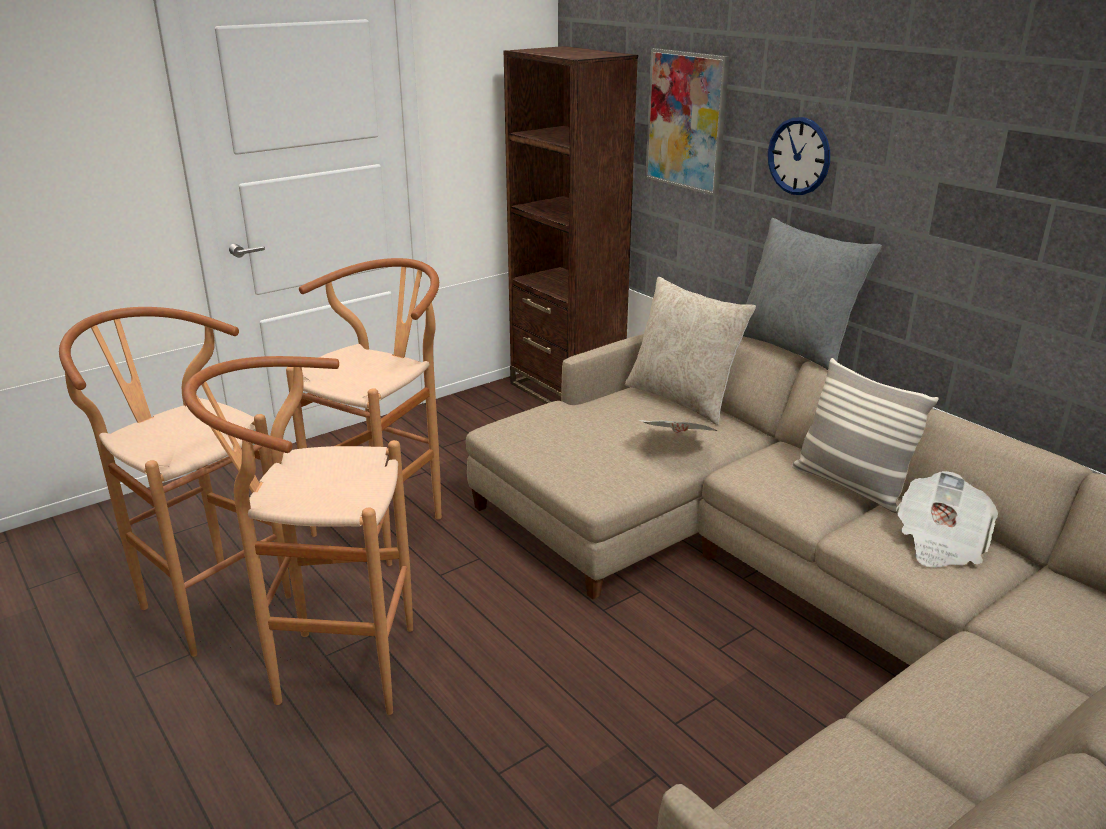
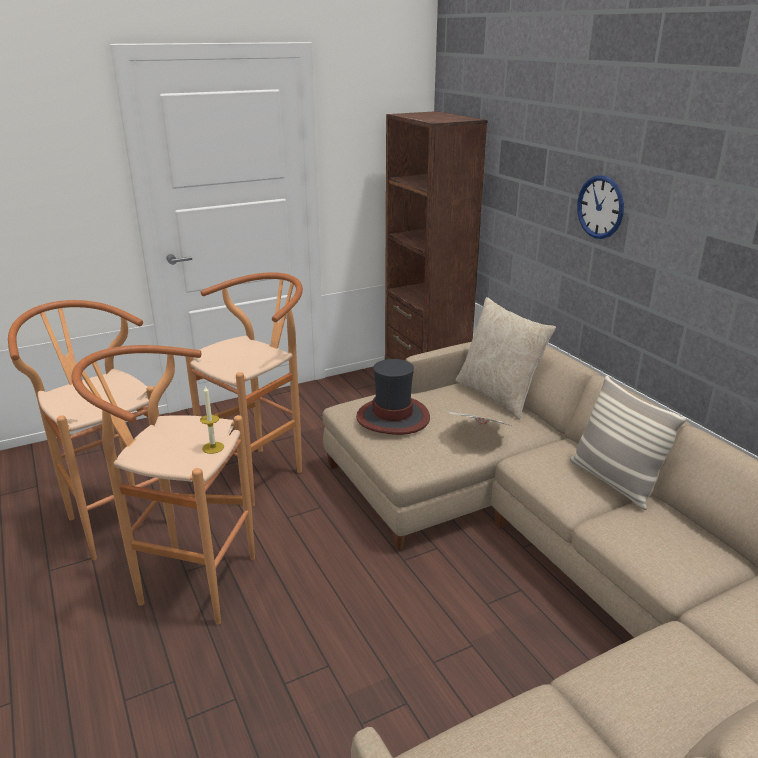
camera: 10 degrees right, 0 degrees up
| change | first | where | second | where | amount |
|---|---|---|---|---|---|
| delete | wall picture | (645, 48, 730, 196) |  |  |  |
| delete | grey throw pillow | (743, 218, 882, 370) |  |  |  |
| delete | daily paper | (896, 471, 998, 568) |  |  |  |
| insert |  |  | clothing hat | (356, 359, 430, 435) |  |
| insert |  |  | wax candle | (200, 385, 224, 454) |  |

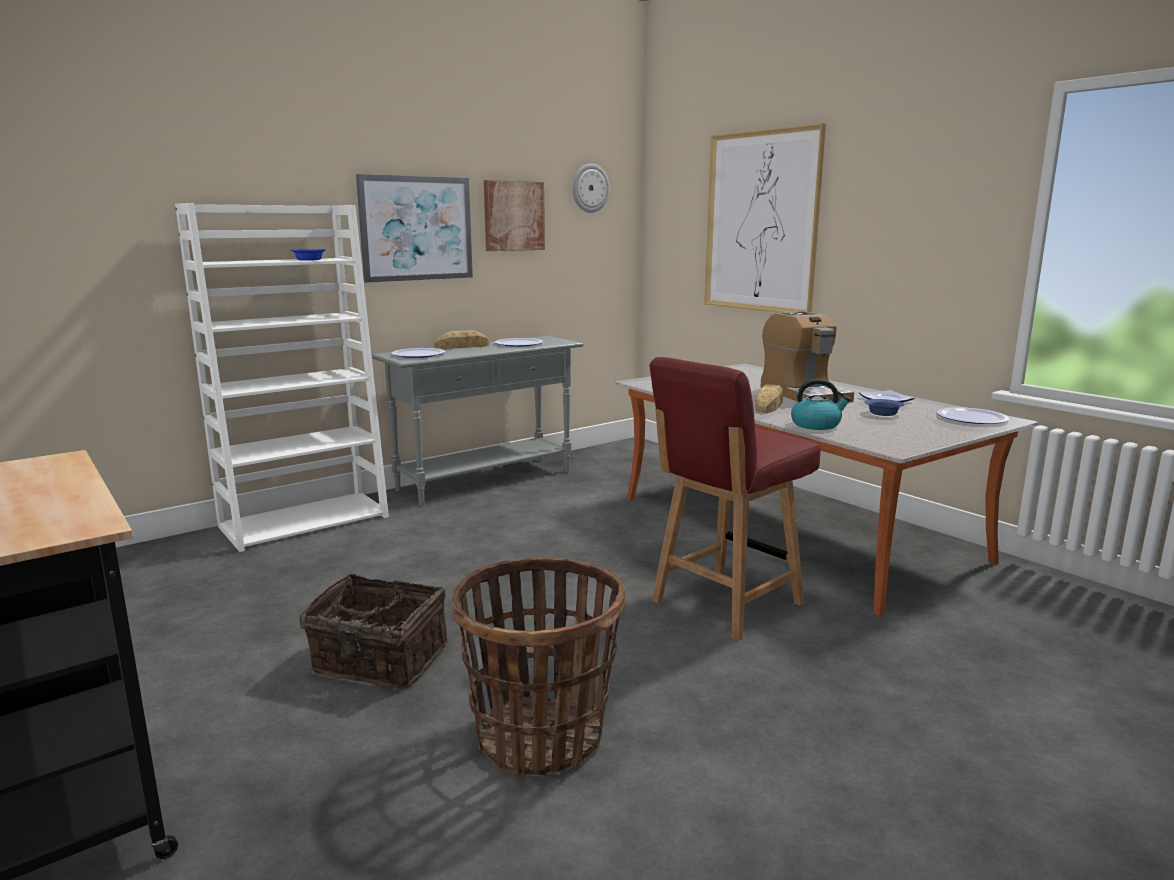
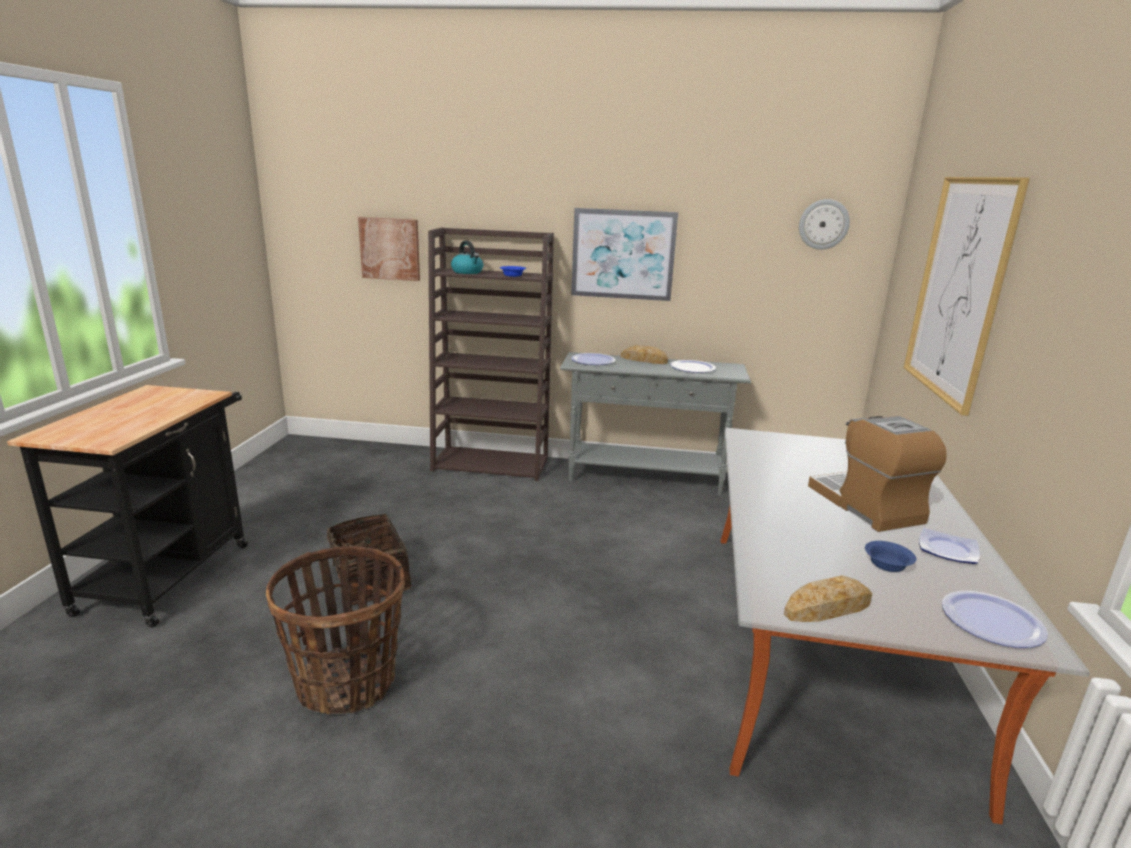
camera: 45 degrees right, 5 degrees up
| change | first | where | second | where | amount |
|---|---|---|---|---|---|
| move | wall picture | (484, 180, 545, 251) |  | (358, 217, 420, 281) |  |
| recolor | white shelving unit | (175, 203, 389, 552) | brown shelving unit | (428, 228, 554, 481) |  |
| rotate | coffee brewer | (760, 311, 854, 403) |  | (808, 416, 947, 532) | 135 degrees clockwise |
| delete | reddish upright chair | (649, 357, 821, 641) |  |  |  |
| move | water kettle | (791, 379, 851, 430) |  | (451, 241, 483, 274) |  |
| move | baked bread | (755, 384, 783, 413) |  | (784, 575, 872, 622) |  |

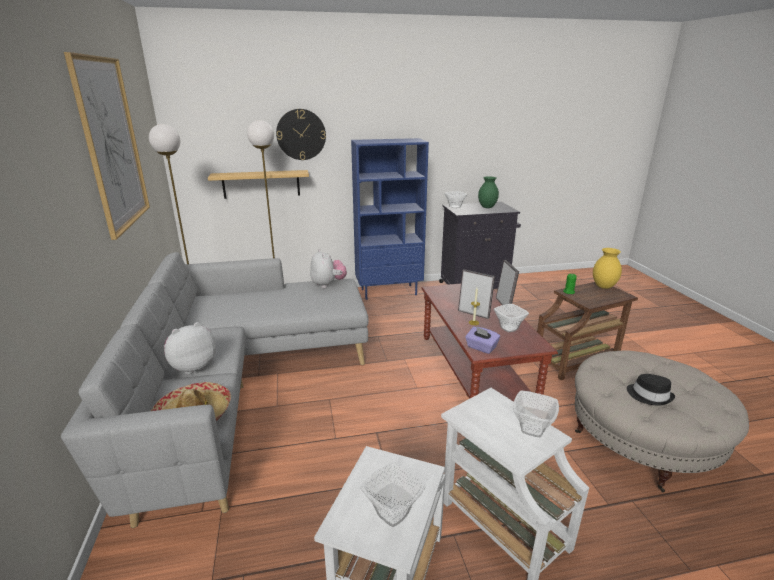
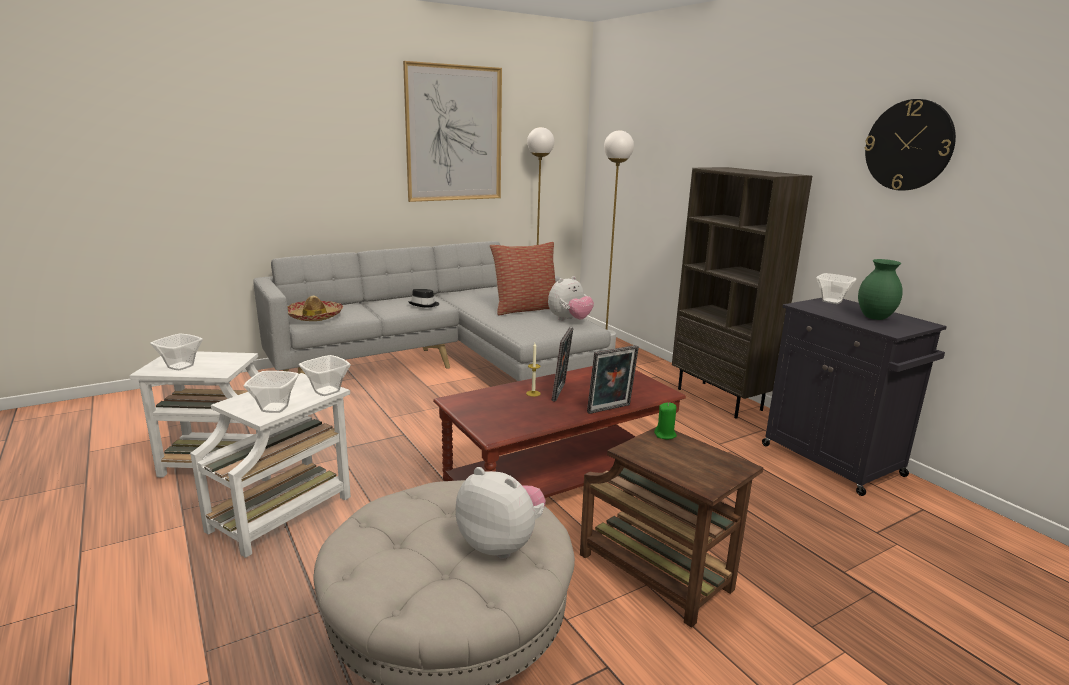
camera: 70 degrees right, 5 degrees down
| change | first | where | second | where | amount |
|---|---|---|---|---|---|
| move | hanging clock | (276, 109, 326, 160) |  | (864, 99, 956, 191) |  |
| recolor | blue shelving unit | (351, 138, 429, 300) | brown shelving unit | (672, 167, 812, 419) |  |
| delete | shelf | (208, 170, 309, 199) |  |  |  |
| delete | yellowish flower vase | (593, 248, 622, 289) |  |  |  |
| move | deep dish | (494, 304, 529, 332) |  | (299, 355, 351, 396) |  |
| move | cuddly toy | (164, 322, 216, 374) |  | (456, 467, 546, 559) |  |
| delete | purplish tissue holder | (465, 327, 500, 354) |  |  |  |
| move | black-coloured clothing hat | (627, 374, 675, 406) |  | (408, 289, 439, 308) |  |
| insert |  |  | throw pillow | (490, 242, 556, 316) |  |

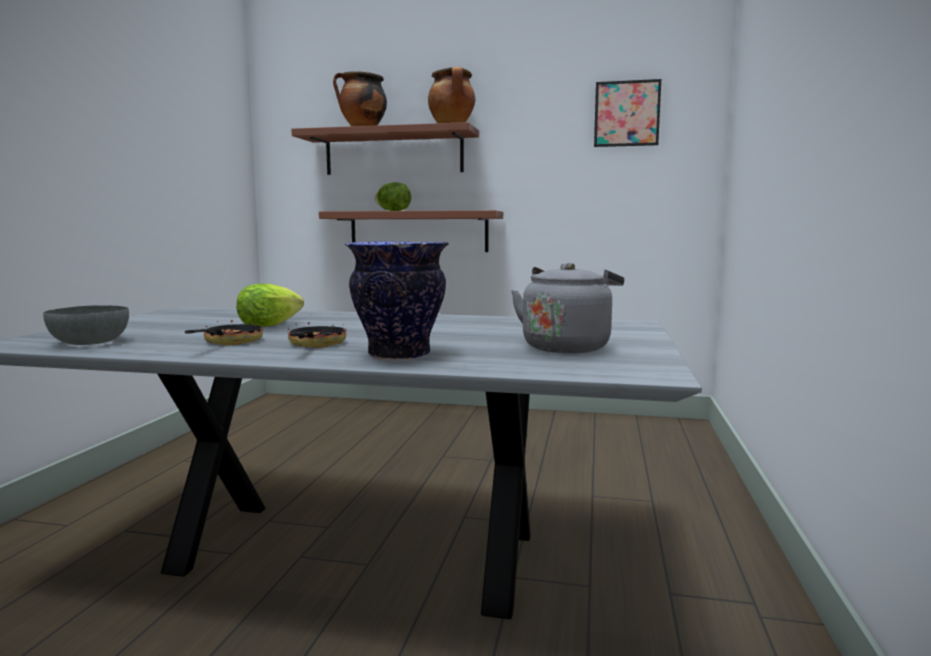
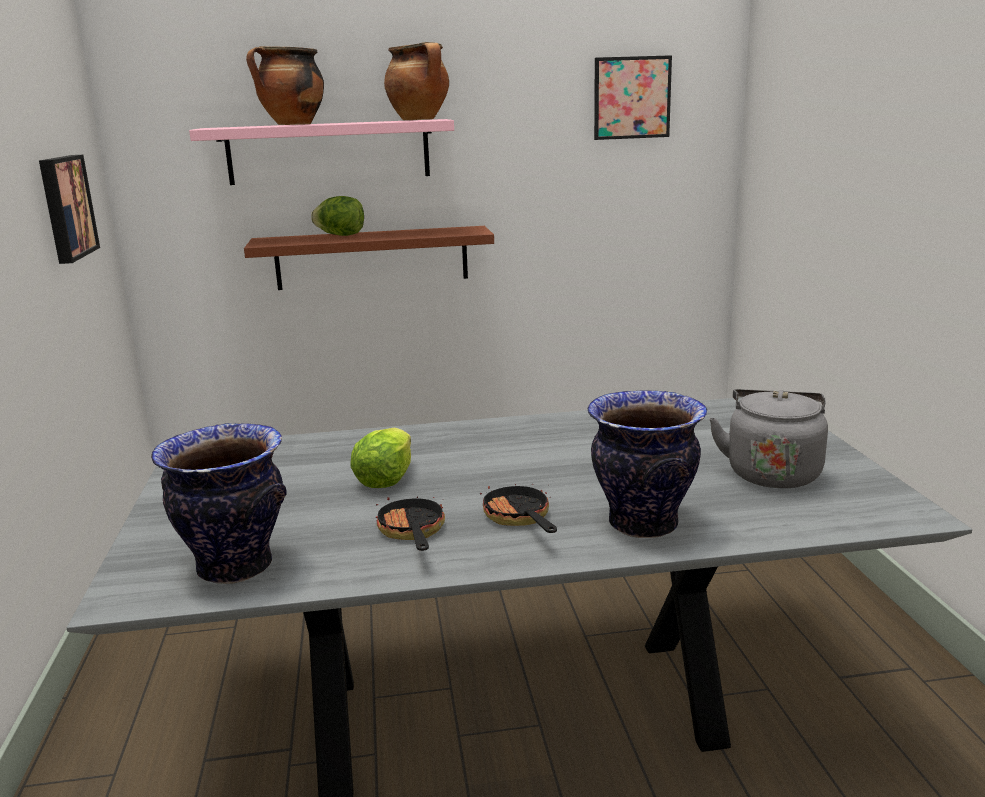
camera: 20 degrees left, 10 degrees up
| change | first | where | second | where | amount |
|---|---|---|---|---|---|
| recolor | brown shelf | (291, 122, 479, 175) | pink shelf | (189, 119, 454, 185) |  |
| replace | grey deep dish | (43, 306, 129, 345) | flower vase | (151, 423, 287, 584) |  |
| insert |  |  | wall picture | (39, 155, 100, 264) |  |

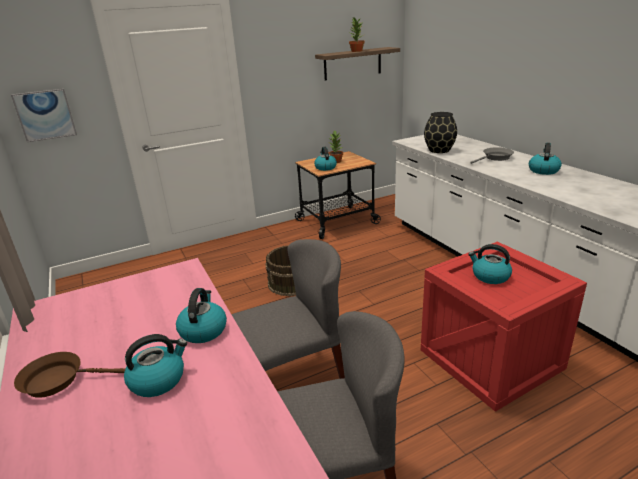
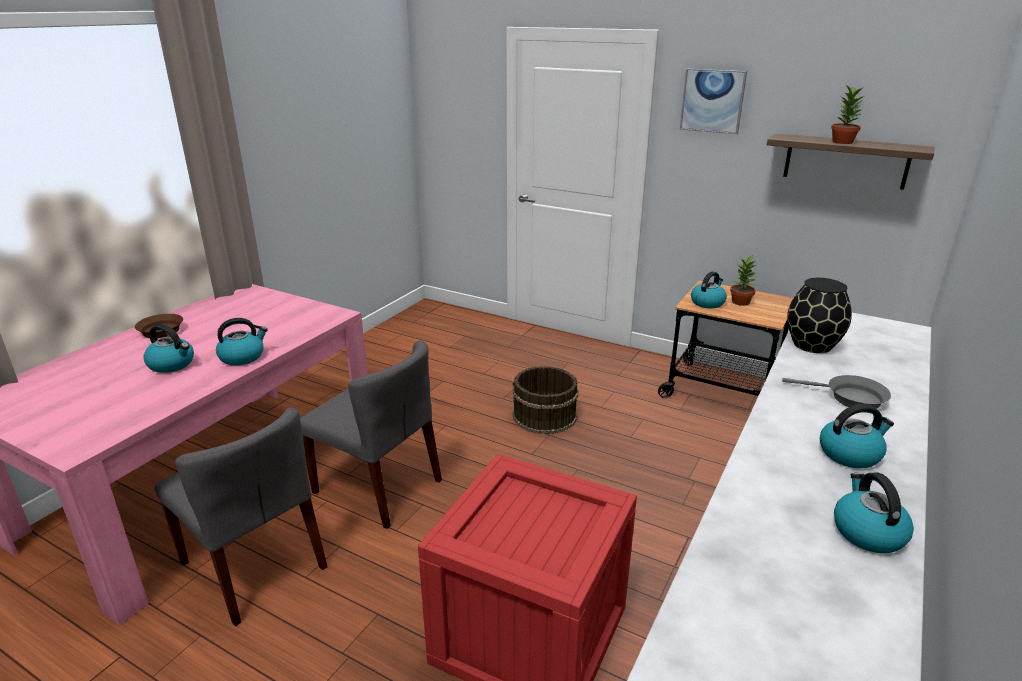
camera: 55 degrees right, 0 degrees up
| change | first | where | second | where | amount |
|---|---|---|---|---|---|
| move | wall picture | (11, 89, 77, 142) |  | (680, 69, 747, 134) |  |
| move | water kettle | (468, 244, 512, 284) |  | (834, 473, 914, 553) |  |

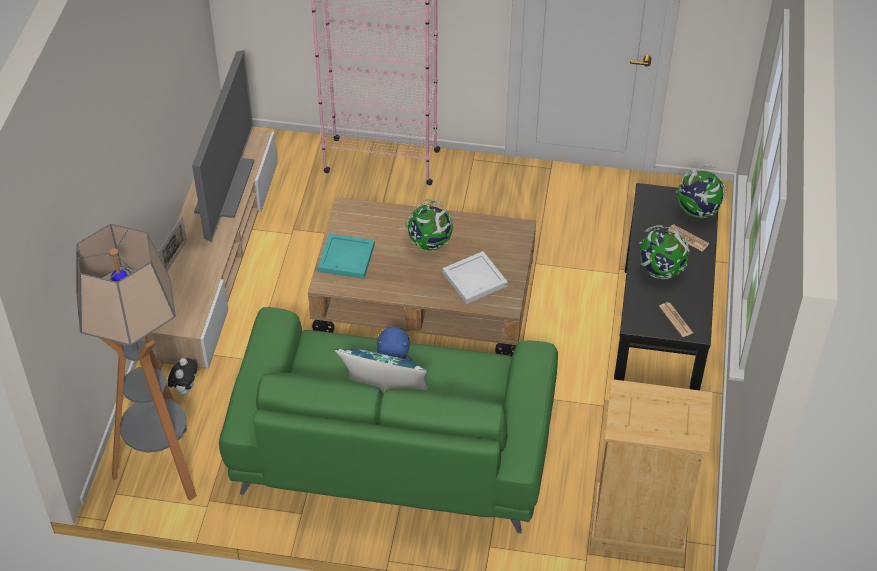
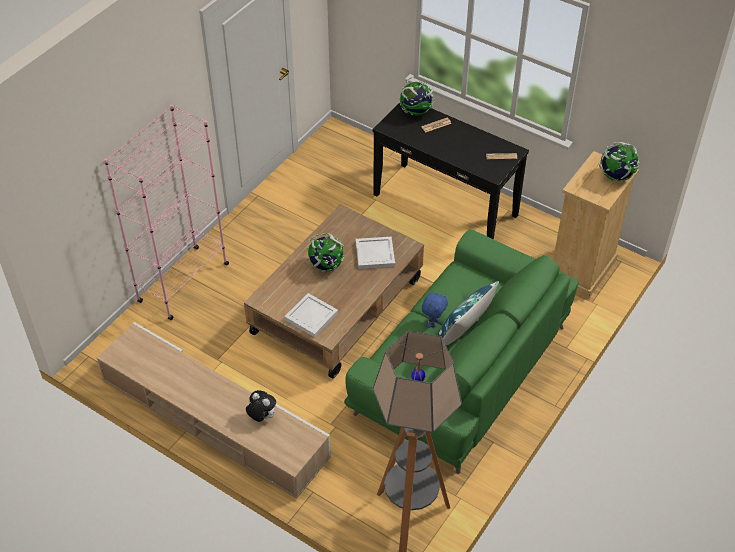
camera: 65 degrees left, 0 degrees up
| change | first | where | second | where | amount |
|---|---|---|---|---|---|
| delete | television | (192, 50, 254, 242) |  |  |  |
| delete | picture frame | (158, 216, 187, 271) |  |  |  |
| move | globe | (639, 225, 690, 279) |  | (599, 142, 639, 182) |  |
| recolor | blue-green serving tray | (318, 234, 375, 279) | white serving tray | (284, 293, 338, 337) |  |
| move | cuddly toy | (168, 358, 197, 396) |  | (246, 390, 276, 422) |  |

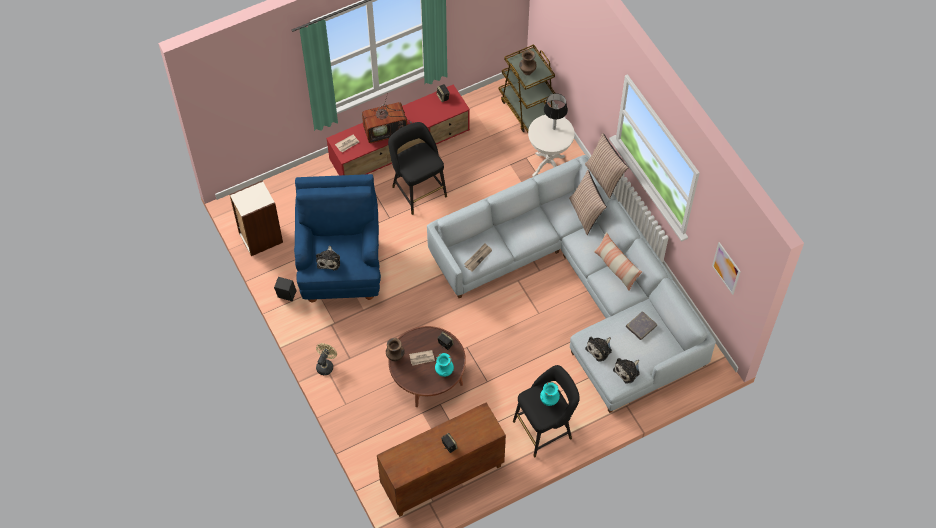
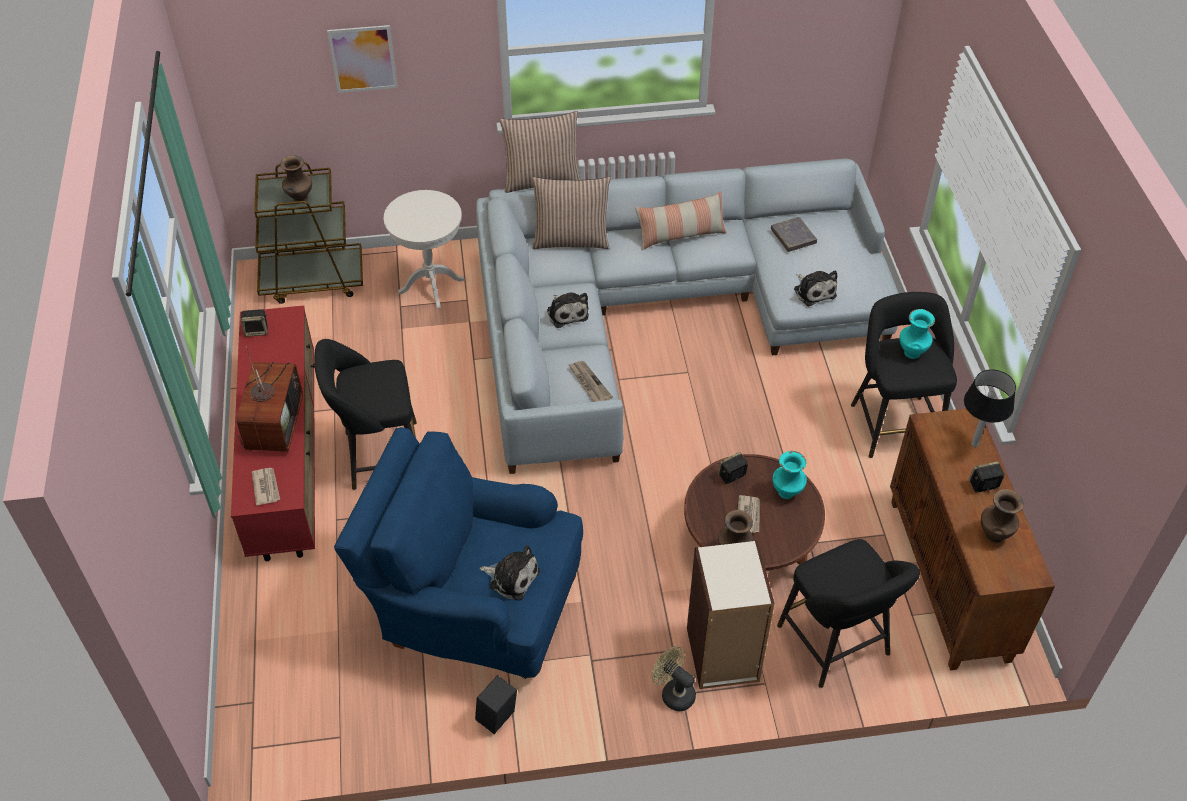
camera: 70 degrees left, 10 degrees down
| change | first | where | second | where | amount |
|---|---|---|---|---|---|
| move | tabletop lamp | (544, 93, 568, 130) |  | (964, 369, 1016, 447) |  |
| move | shelving unit | (229, 180, 283, 256) |  | (687, 540, 774, 689) |  |
| move | wall picture | (712, 242, 741, 295) |  | (327, 25, 398, 93) |  |
| move | cuddly toy | (613, 358, 640, 384) |  | (547, 293, 589, 328) |  |
| insert |  |  | brown flower vase | (981, 489, 1024, 543) |  |
| insert |  |  | black-coloured sitting stool | (777, 539, 920, 688) |  |

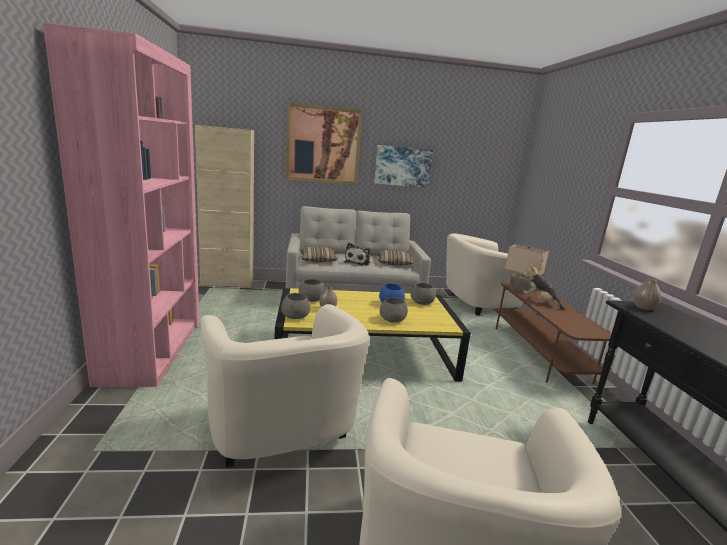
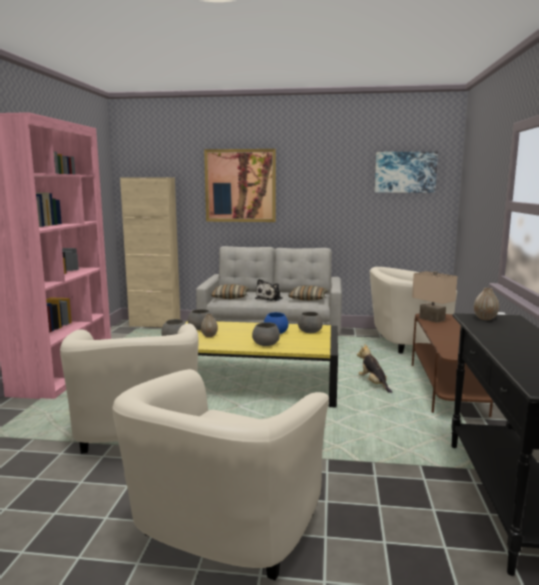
camera: 15 degrees right, 5 degrees down
| change | first | where | second | where | amount |
|---|---|---|---|---|---|
| move | wall picture | (374, 145, 433, 188) |  | (374, 151, 438, 193) |  |
| move | cuddly toy | (523, 264, 565, 310) |  | (357, 344, 392, 393) |  |

